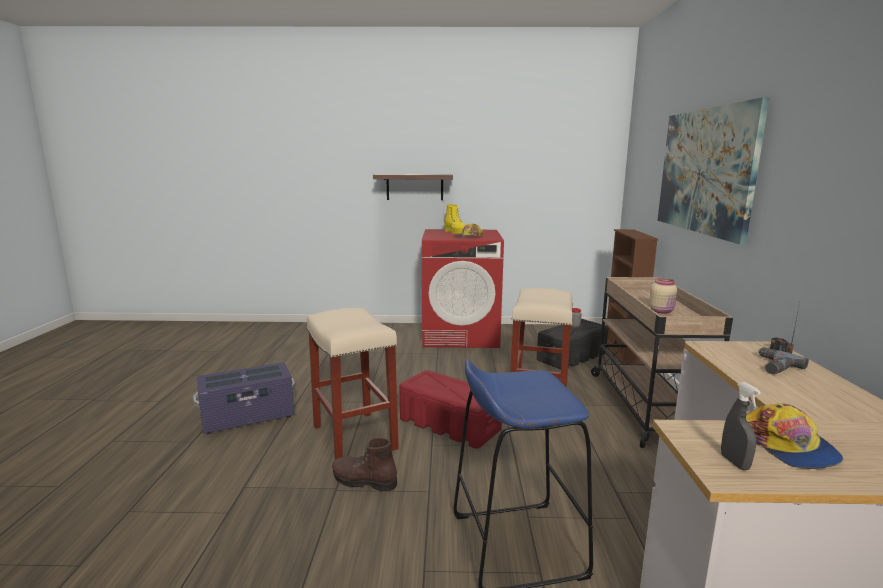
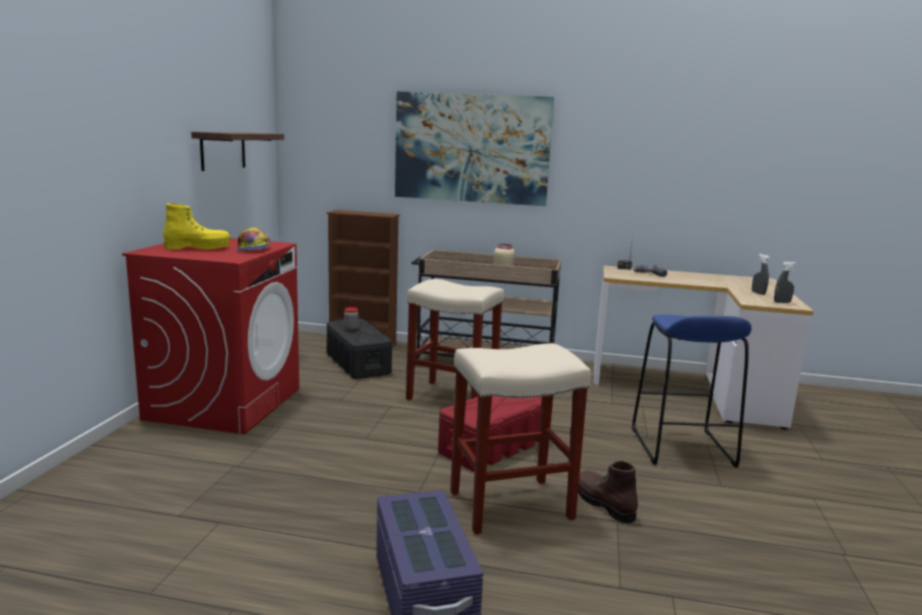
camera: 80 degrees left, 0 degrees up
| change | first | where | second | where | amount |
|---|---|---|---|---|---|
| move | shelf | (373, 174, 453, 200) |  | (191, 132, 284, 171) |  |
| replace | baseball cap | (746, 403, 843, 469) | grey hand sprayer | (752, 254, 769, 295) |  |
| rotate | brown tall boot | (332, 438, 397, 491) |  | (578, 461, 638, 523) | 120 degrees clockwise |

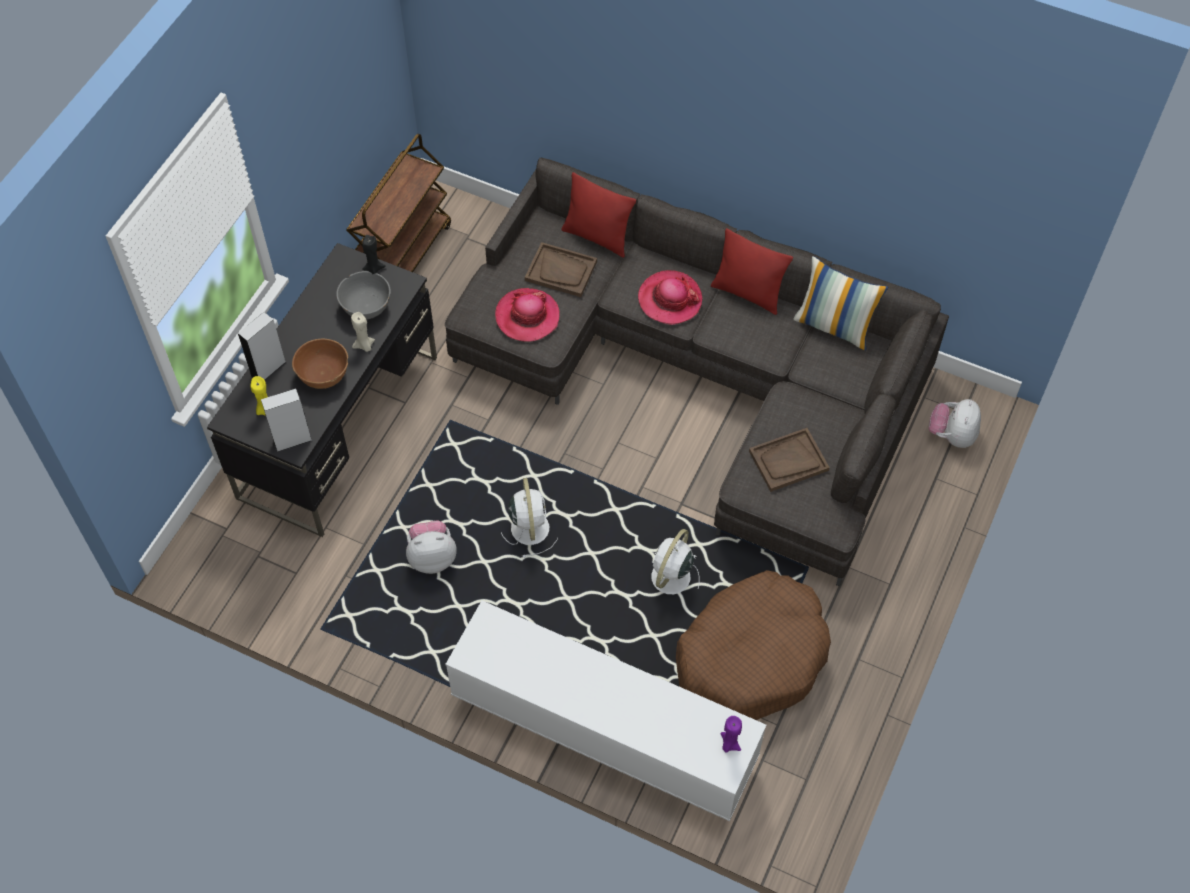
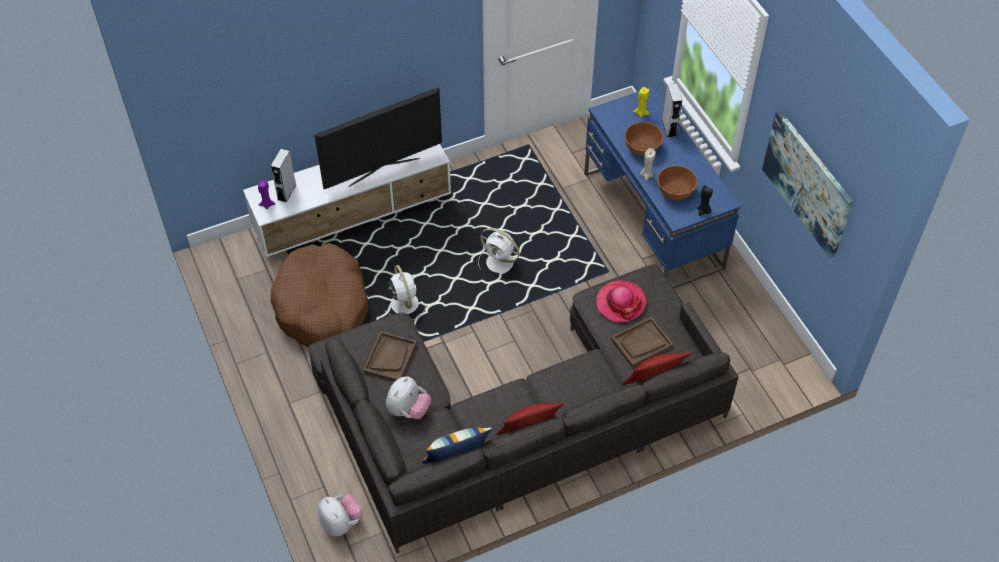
camera: 130 degrees right, 5 degrees down
| change | first | where | second | where | amount |
|---|---|---|---|---|---|
| delete | brown cart | (346, 134, 451, 272) |  |  |  |
| recolor | black-coloured desk | (207, 243, 437, 537) | blue desk | (584, 87, 741, 288) |  |
| delete | clothing hat | (638, 270, 702, 325) |  |  |  |
| recolor | grey deep dish | (336, 271, 391, 319) | brown deep dish | (657, 165, 698, 200) |  |
| move | grey speaker | (261, 388, 312, 452) |  | (271, 149, 296, 203) |  |
| move | cuddly toy | (406, 520, 457, 574) |  | (386, 376, 431, 419) |  |
| insert |  |  | television | (315, 88, 442, 190) |  |
| insert |  |  | wall picture | (762, 110, 853, 259) |  |

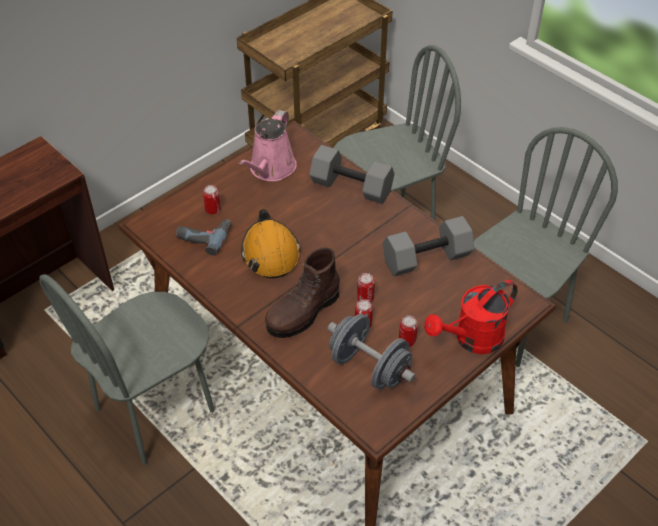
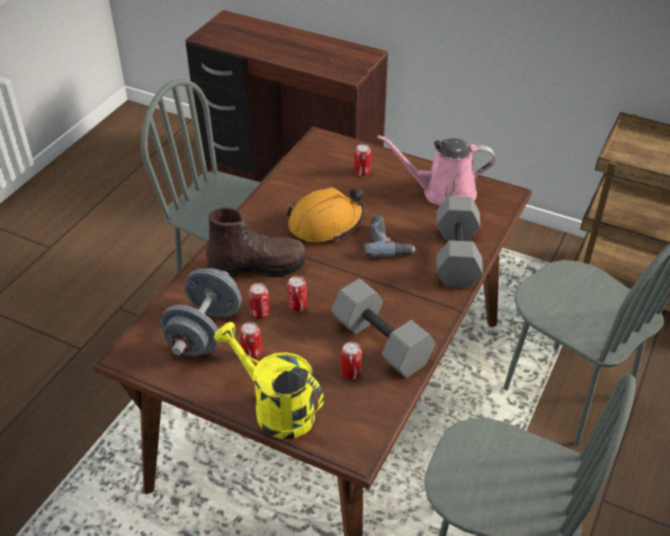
camera: 70 degrees right, 5 degrees down
| change | first | where | second | where | amount |
|---|---|---|---|---|---|
| move | power drill | (176, 219, 232, 256) |  | (364, 215, 416, 257) |  |
| rotate | brown tall boot | (265, 248, 340, 338) |  | (206, 207, 306, 278) | 150 degrees clockwise |
| recolor | reddish sprinkling can | (424, 280, 518, 354) | yellowish sprinkling can | (214, 322, 324, 439) |  |
| insert |  |  | sealed can | (341, 342, 362, 380) |  |

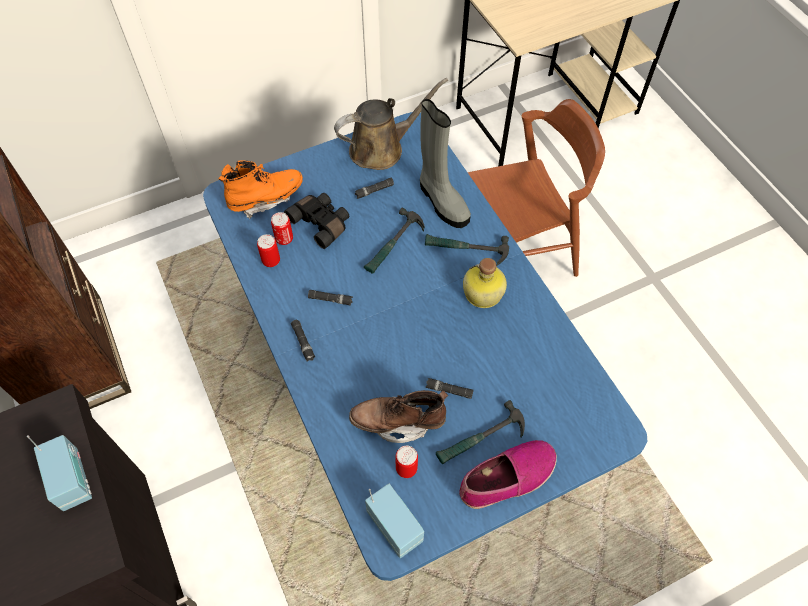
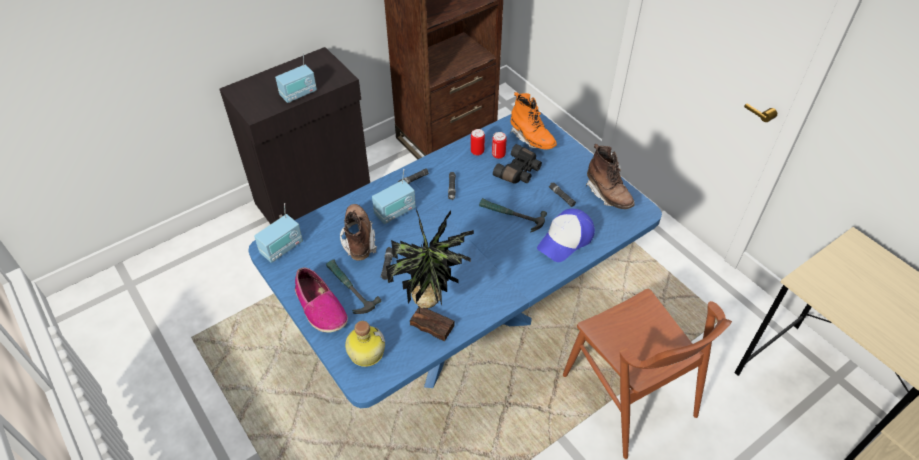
camera: 80 degrees right, 10 degrees down
| change | first | where | second | where | amount |
|---|---|---|---|---|---|
| replace | brown sprinkling can | (334, 78, 448, 170) | brown tall boot | (585, 144, 635, 209) |  |
| replace | grey tall boot | (420, 99, 471, 228) | baseball cap | (537, 209, 595, 262) |  |
| delete | hand hammer | (425, 234, 509, 266) |  |  |  |
| move | bottle | (463, 258, 507, 308) |  | (345, 321, 385, 367) |  |
| delete | sealed can | (395, 445, 418, 478) |  |  |  |
| insert |  |  | radio | (372, 169, 416, 224) |  |
| insert |  |  | potted plant | (386, 208, 474, 341) |  |

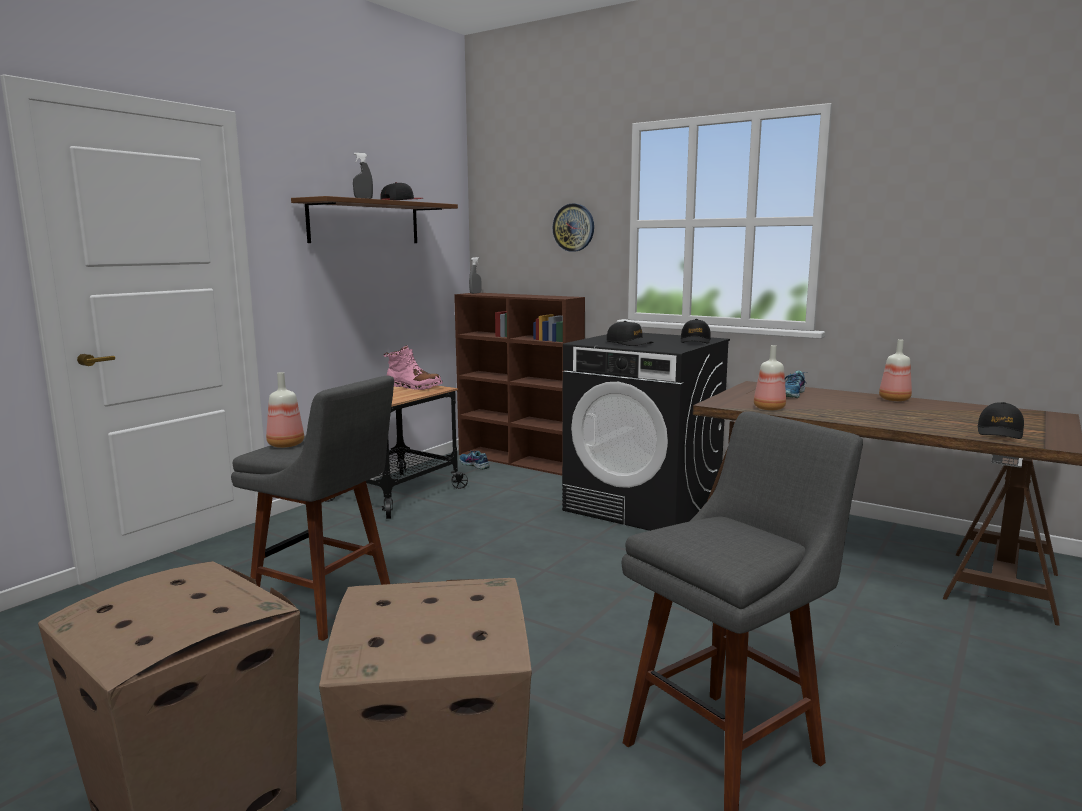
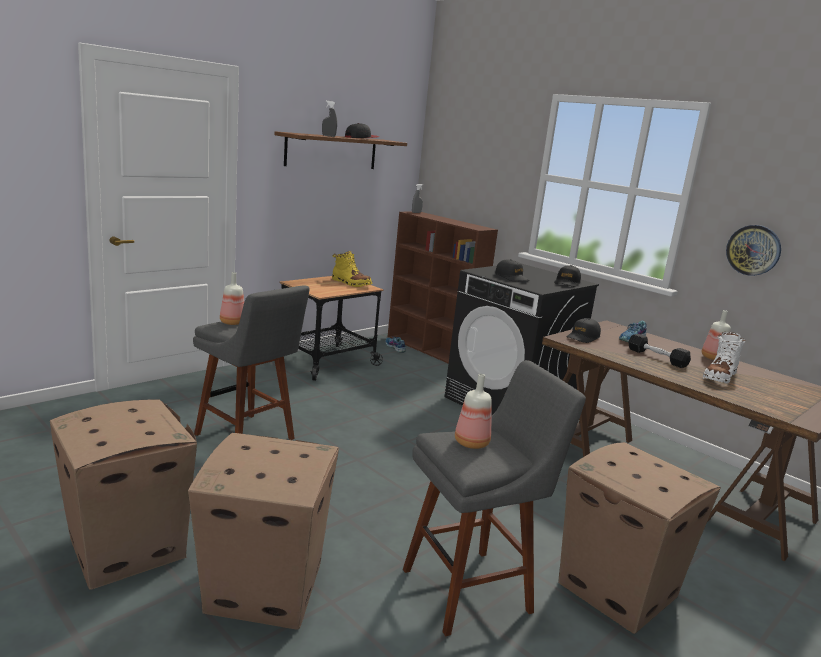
camera: 10 degrees right, 5 degrees up
| change | first | where | second | where | amount |
|---|---|---|---|---|---|
| move | hanging clock | (553, 204, 594, 252) |  | (726, 225, 781, 276) |  |
| recolor | pink tall boot | (384, 345, 443, 390) | yellowish tall boot | (332, 251, 373, 287) |  |
| move | bottle | (754, 345, 786, 410) |  | (455, 374, 492, 449) |  |
| move | black-coloured baseball cap | (978, 402, 1024, 439) |  | (566, 318, 601, 343) |  |
| insert |  |  | white tall boot | (703, 332, 745, 383) |  |
| insert |  |  | black-coloured hand weight | (628, 334, 691, 368) |  |
| insert |  |  | packing box | (558, 442, 721, 634) |  |

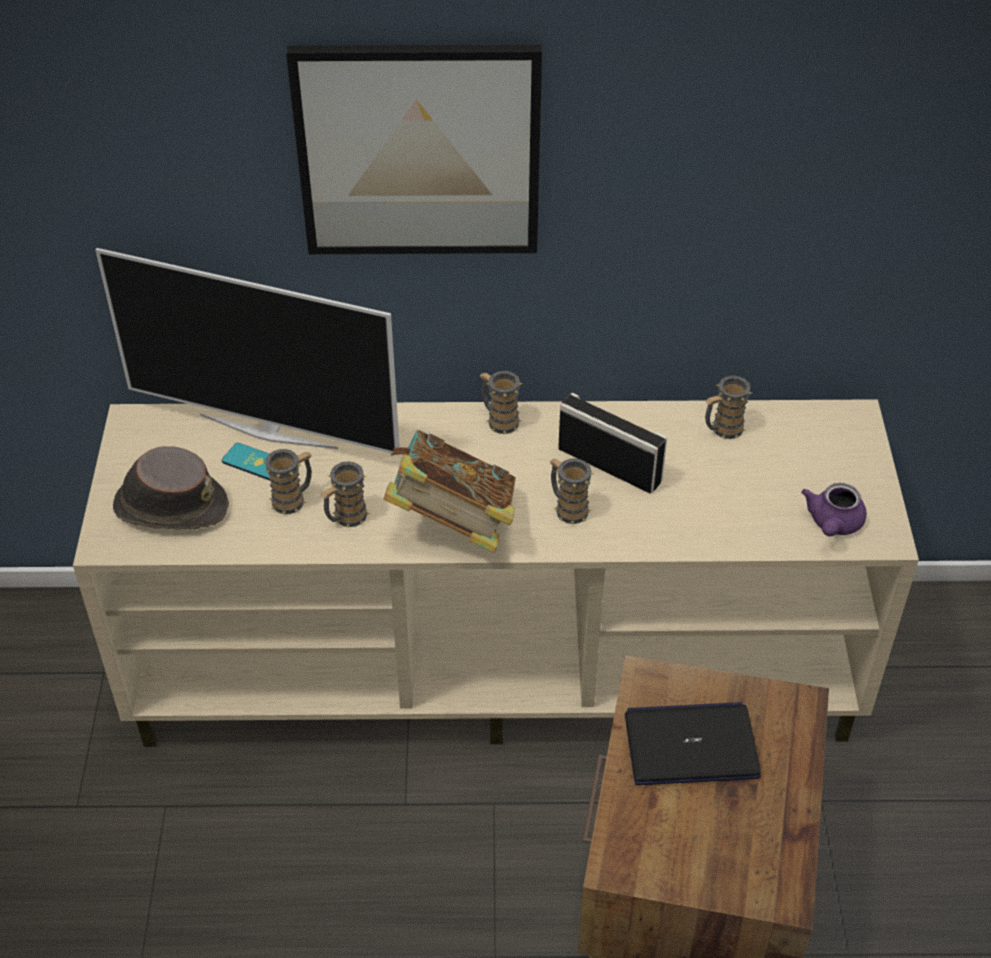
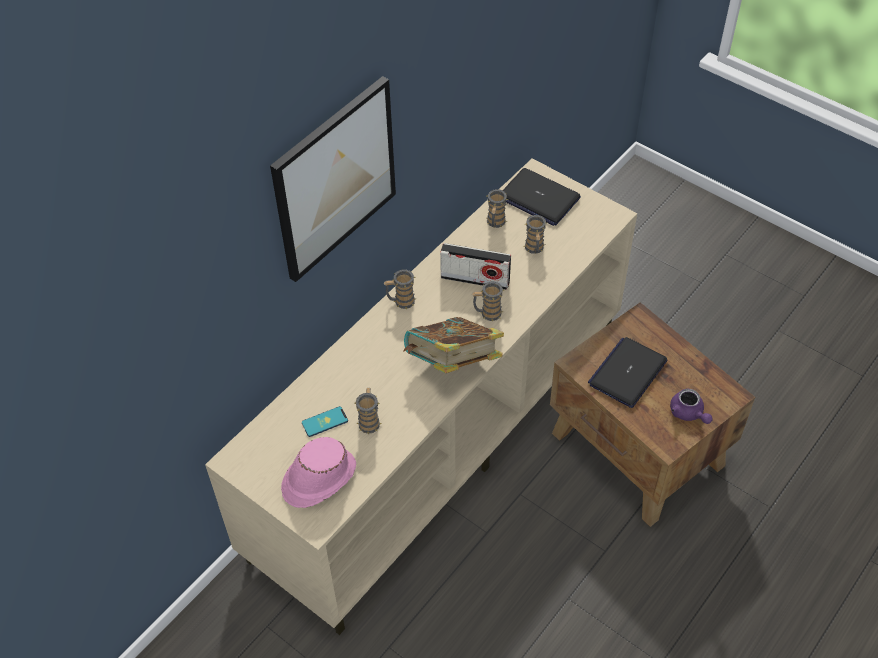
camera: 50 degrees left, 5 degrees up
| change | first | where | second | where | amount |
|---|---|---|---|---|---|
| delete | television | (95, 248, 400, 455) |  |  |  |
| rotate | radio | (558, 393, 667, 493) |  | (440, 243, 511, 290) | 150 degrees counterclockwise |
| recolor | brown clothing hat | (113, 446, 229, 530) | pink clothing hat | (281, 437, 356, 508) |  |
| move | tea mug | (320, 461, 370, 528) |  | (524, 215, 547, 254) |  |
| move | purplish pot for tea | (801, 483, 867, 536) |  | (670, 389, 713, 424) |  |
| insert |  |  | portable computer | (503, 168, 581, 226) |  |

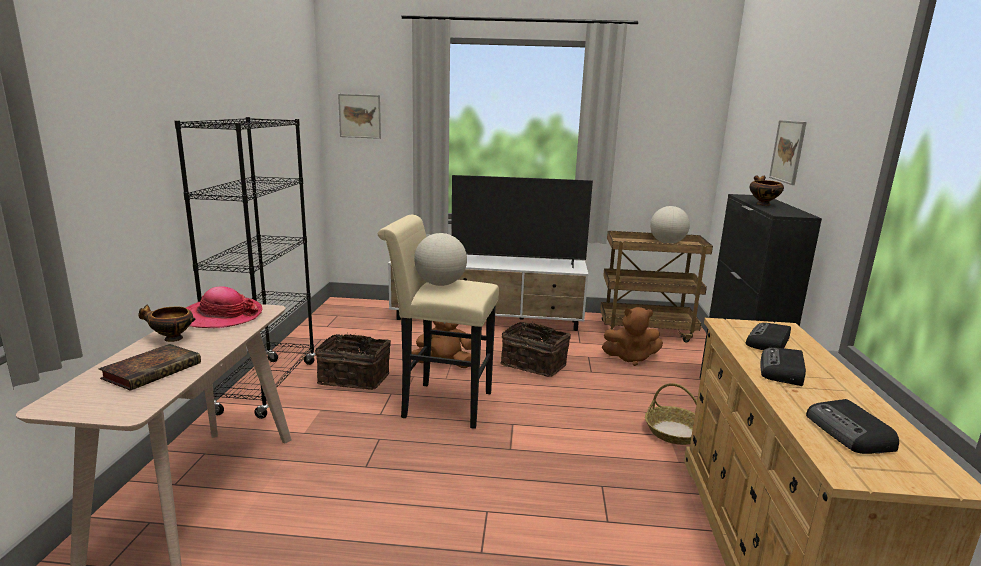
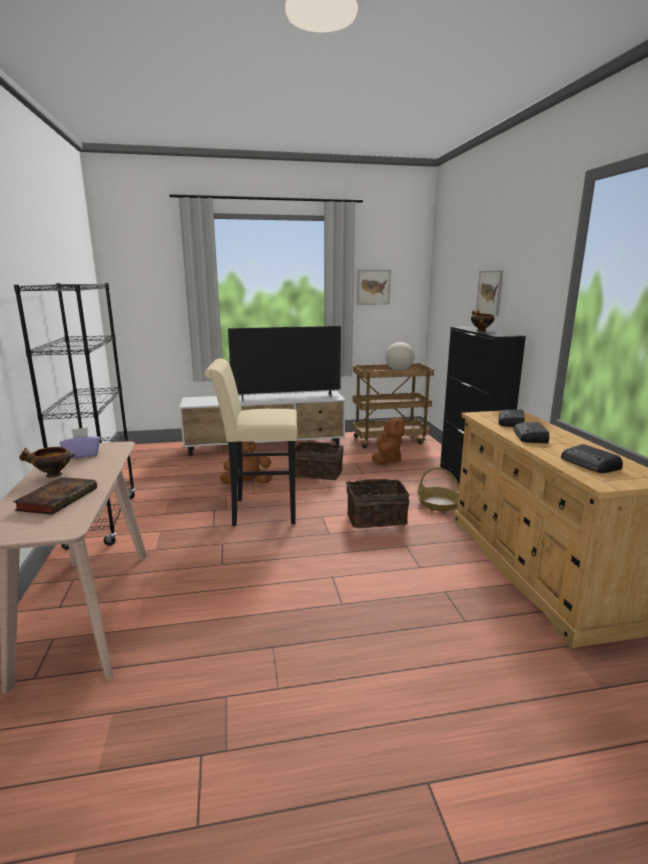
camera: 15 degrees left, 0 degrees up
| change | first | where | second | where | amount |
|---|---|---|---|---|---|
| move | wall picture | (338, 94, 381, 139) |  | (357, 270, 391, 305) |  |
| delete | globe | (414, 233, 467, 286) |  |  |  |
| replace | clothing hat | (186, 286, 263, 328) | purplish tissue holder | (60, 427, 100, 458) |  |
| rotate | brown cuddly toy | (602, 307, 663, 366) |  | (372, 417, 405, 465) | 60 degrees counterclockwise |
| move | household basket | (315, 332, 391, 390) |  | (346, 479, 410, 528) |  |

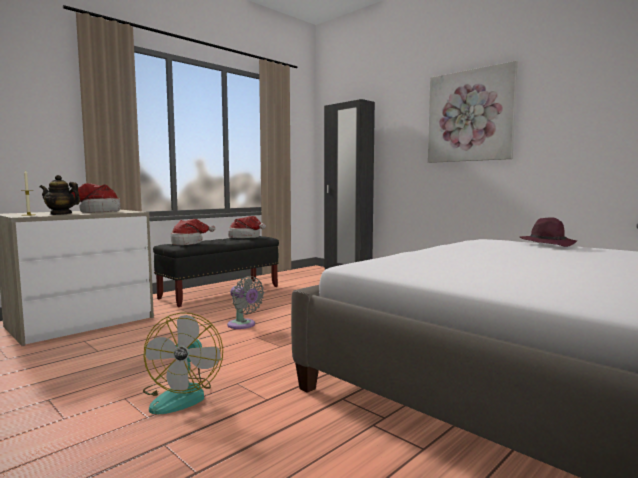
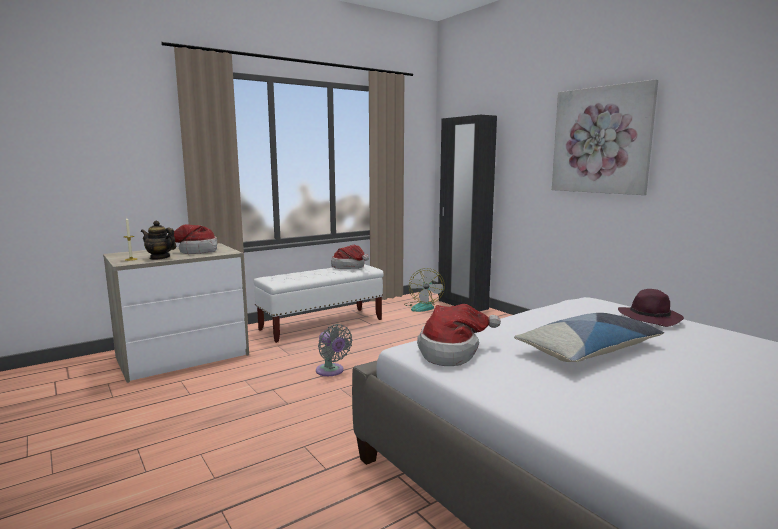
camera: 10 degrees right, 5 degrees up
| change | first | where | second | where | amount |
|---|---|---|---|---|---|
| move | clothing hat | (171, 219, 215, 245) |  | (417, 304, 501, 366) |  |
| recolor | black-coloured long seat | (153, 236, 279, 307) | white long seat | (254, 264, 384, 343) |  |
| move | electric fan | (143, 312, 223, 414) |  | (404, 268, 445, 312) |  |
| insert |  |  | throw pillow | (514, 313, 664, 362) |  |

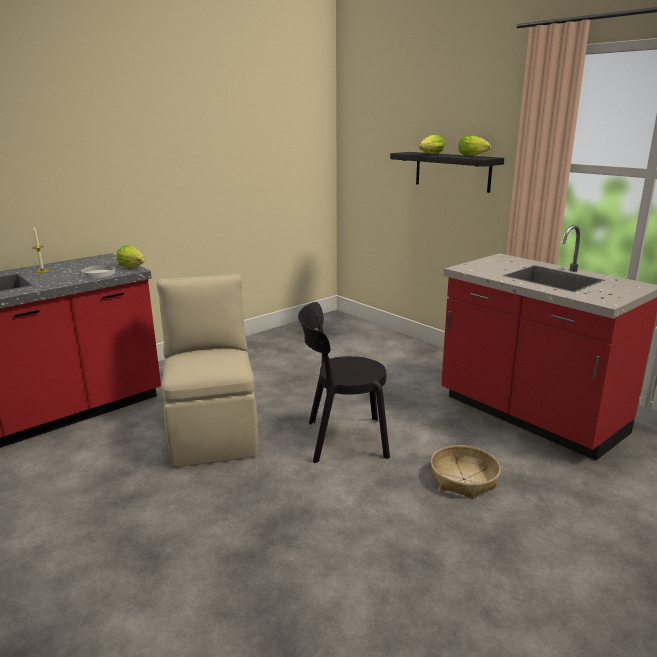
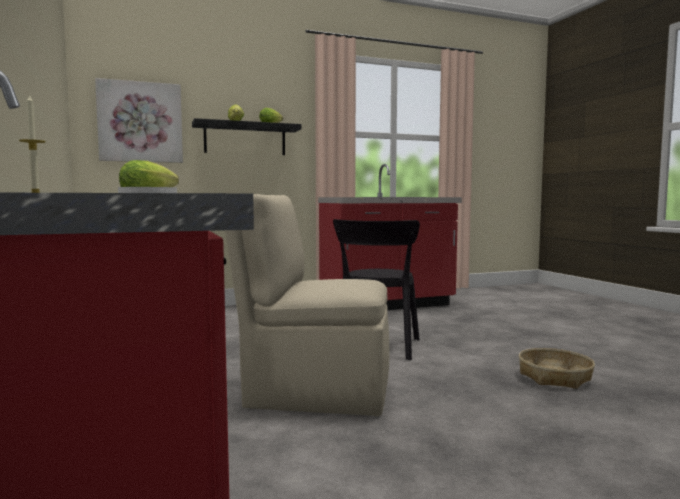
camera: 70 degrees left, 15 degrees down
| change | first | where | second | where | amount |
|---|---|---|---|---|---|
| move | household basket | (431, 445, 501, 499) |  | (519, 348, 595, 389) |  |
| insert |  |  | wall picture | (95, 78, 183, 163) |  |

